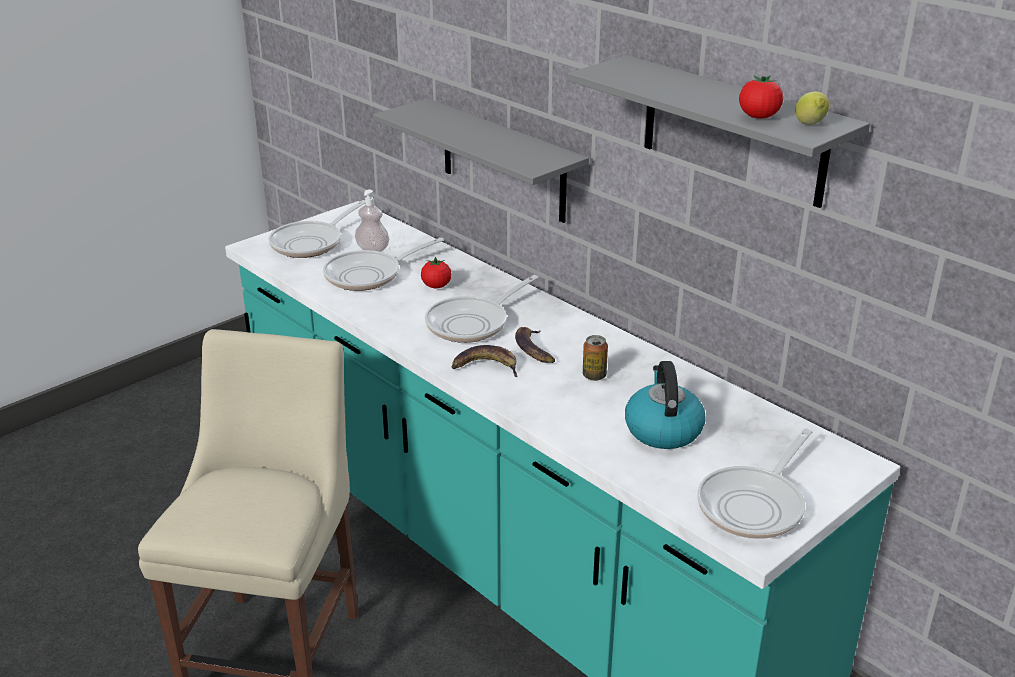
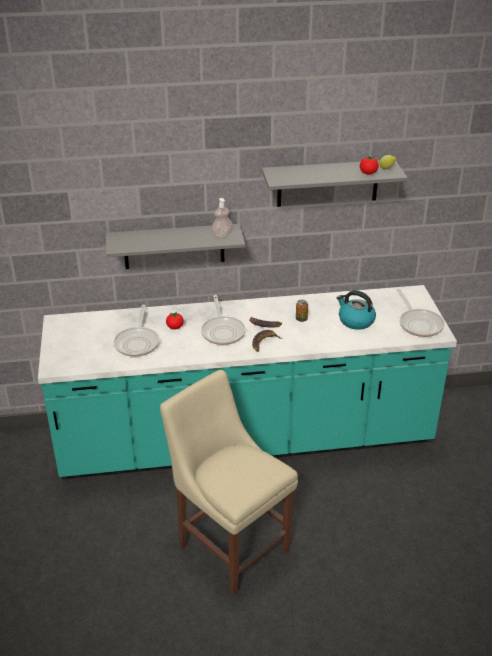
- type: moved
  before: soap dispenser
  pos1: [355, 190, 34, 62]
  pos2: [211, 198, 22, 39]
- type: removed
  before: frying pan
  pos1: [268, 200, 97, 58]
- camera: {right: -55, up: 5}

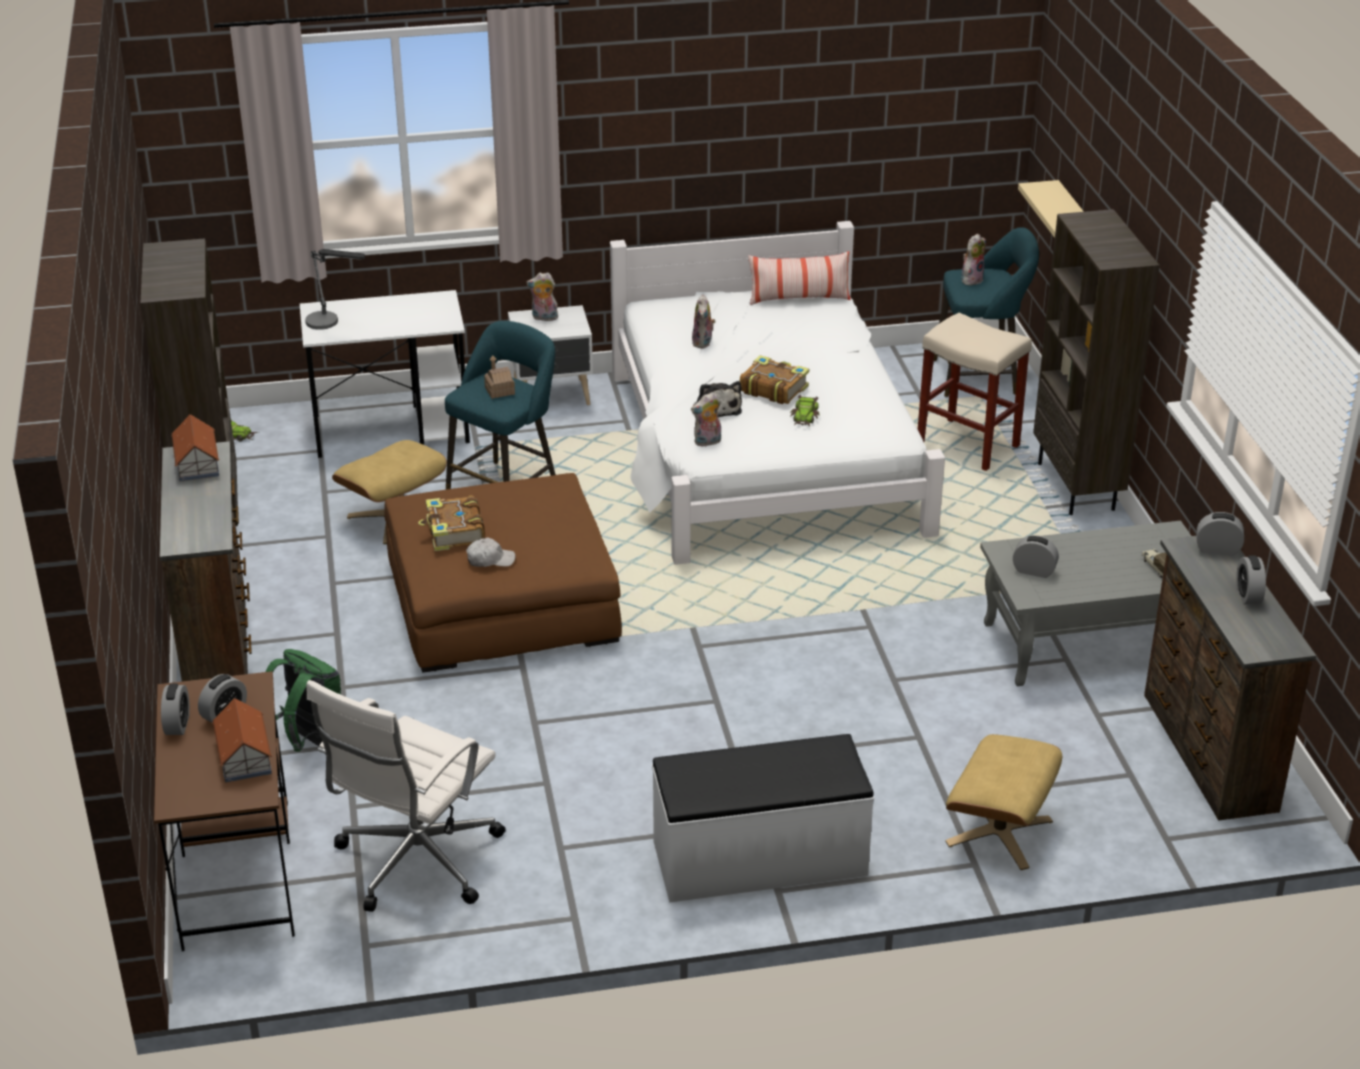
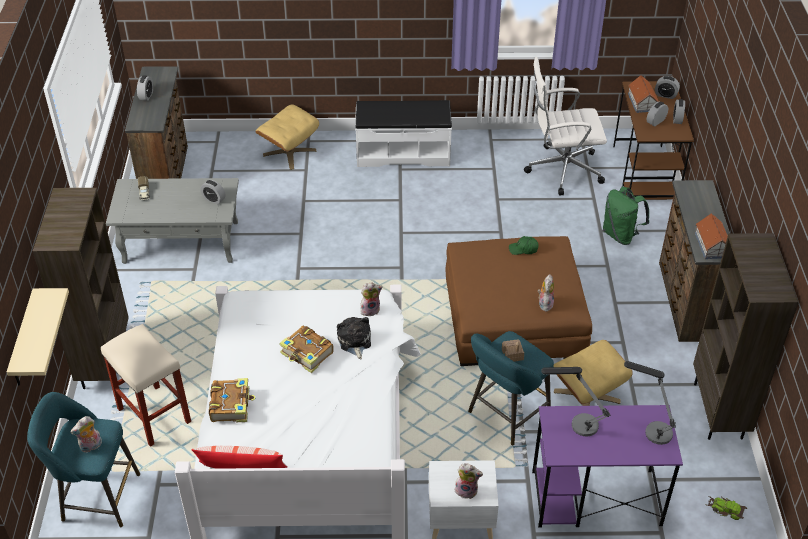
- type: moved
  before: book
  pos1: [418, 495, 67, 56]
  pos2: [209, 378, 46, 44]
- type: recoloured
  before: white cap
  after: green cap
  pos1: [466, 537, 49, 30]
  pos2: [509, 236, 29, 19]
- type: turned
  before: white office chair
  pos1: [306, 680, 200, 232]
  pos2: [524, 57, 83, 138]
  turn: -135
- type: recoloured
  before: white desk
  after: purple desk
  pos1: [300, 290, 170, 168]
  pos2: [532, 405, 151, 123]
- type: moved
  before: plush toy
  pos1: [692, 294, 24, 54]
  pos2: [538, 274, 16, 38]
- type: added
  after: table lamp
  pos2: [541, 367, 70, 69]
- type: moved
  before: alarm clock
  pos1: [1197, 512, 47, 44]
  pos2: [655, 76, 25, 23]
- type: removed
  before: toy car
  pos1: [790, 395, 30, 32]
- camera: {right: -170, up: 10}

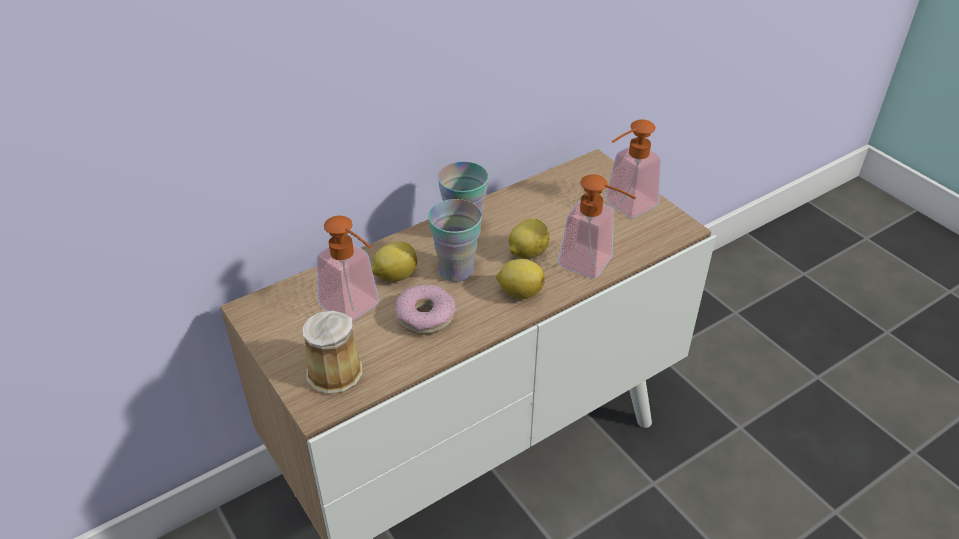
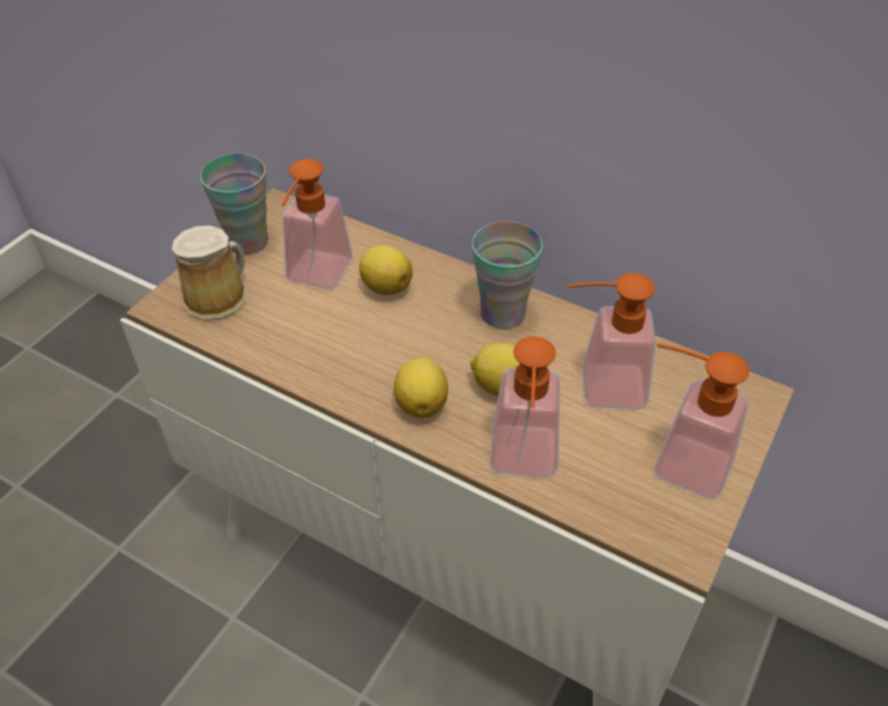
- type: moved
  before: cup
  pos1: [428, 199, 54, 83]
  pos2: [200, 154, 68, 101]
- type: added
  after: soap dispenser
  pos2: [568, 273, 88, 136]
- type: removed
  before: donut
  pos1: [395, 284, 60, 50]
- camera: {right: 65, up: 5}

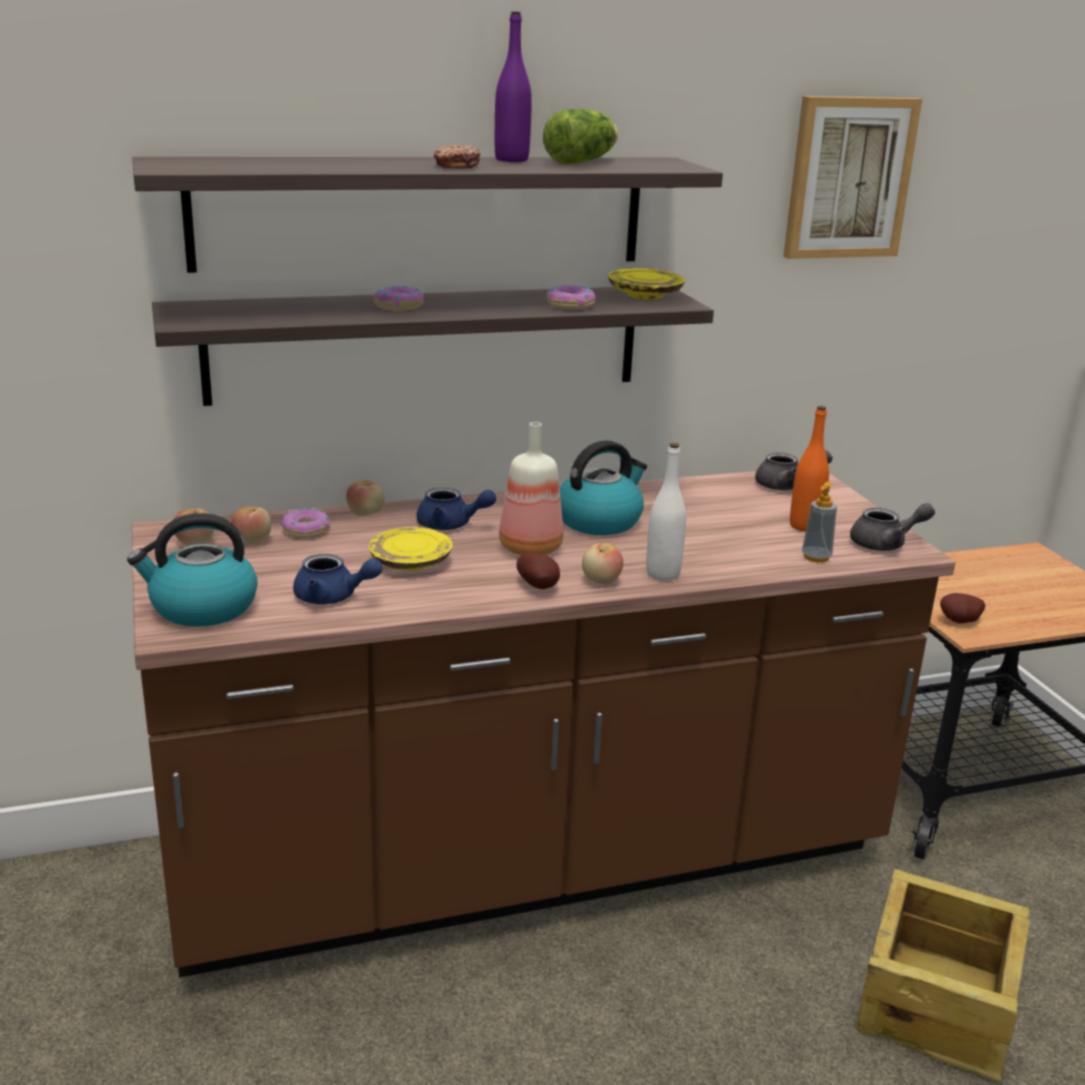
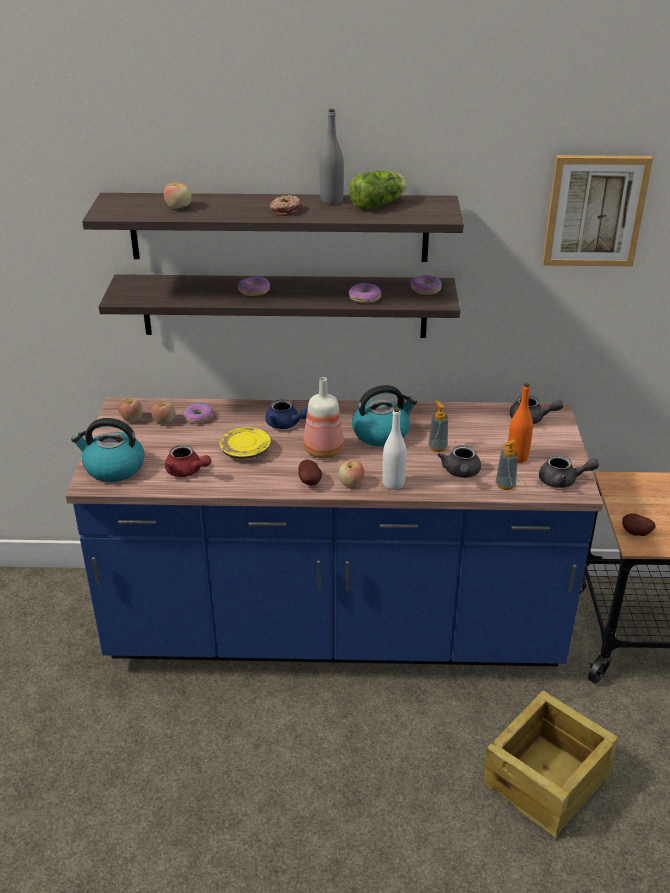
- type: recoloured
  before: brown counter
  after: blue counter
  pos1: [132, 471, 824, 507]
  pos2: [65, 398, 538, 268]
- type: moved
  before: apple
  pos1: [346, 480, 39, 36]
  pos2: [164, 183, 28, 26]
- type: recoloured
  before: blue teapot
  after: red teapot
  pos1: [293, 553, 89, 51]
  pos2: [165, 445, 46, 32]
- type: recoloured
  before: purple bottle
  after: grey bottle
  pos1: [495, 11, 37, 151]
  pos2: [320, 109, 24, 96]
- type: replaced
  before: yellow plate
  after: donut
  pos1: [608, 268, 77, 31]
  pos2: [410, 275, 32, 20]
- type: added
  after: soap dispenser
  pos2: [428, 400, 20, 52]
- type: added
  after: grey teapot
  pos2: [437, 445, 44, 33]
- camera: {right: 20, up: 10}

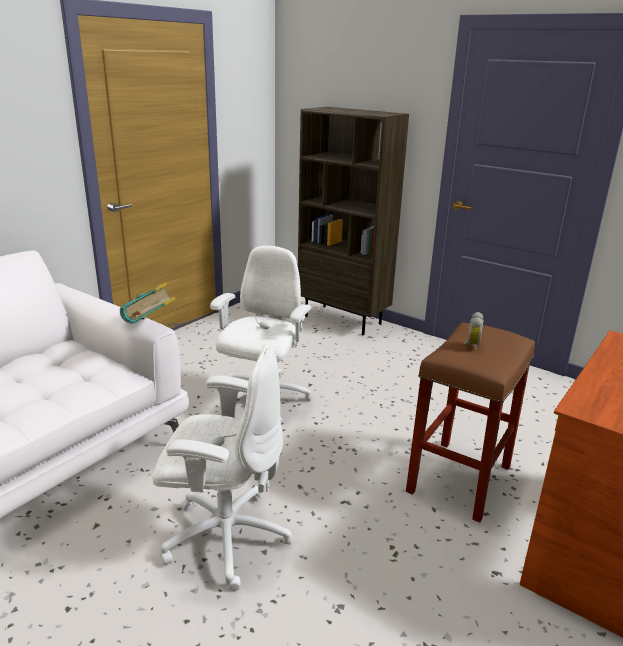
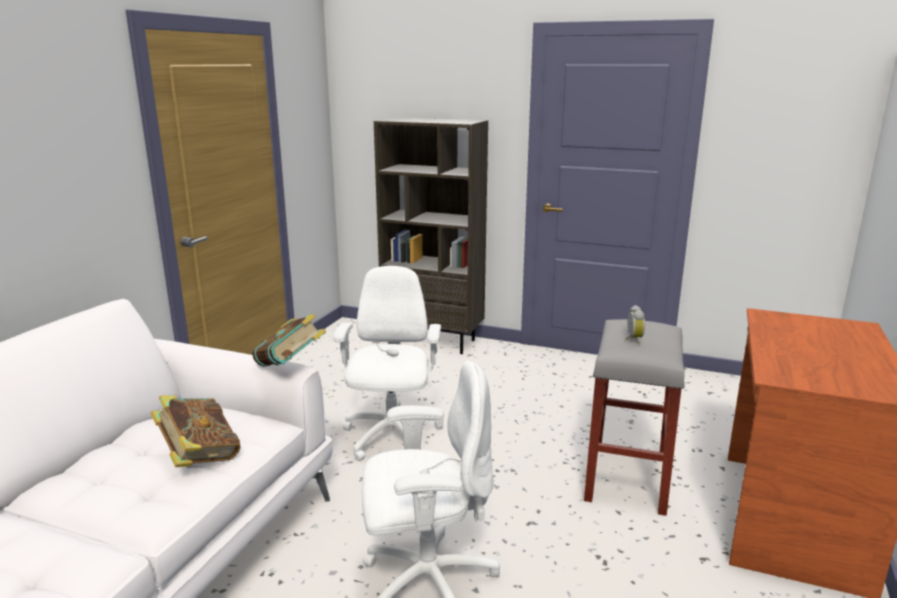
- type: added
  after: book
  pos2: [151, 396, 89, 71]
- type: recoloured
  before: brown stool
  after: grey stool
  pos1: [406, 322, 129, 201]
  pos2: [584, 319, 101, 197]
- camera: {right: -15, up: -5}

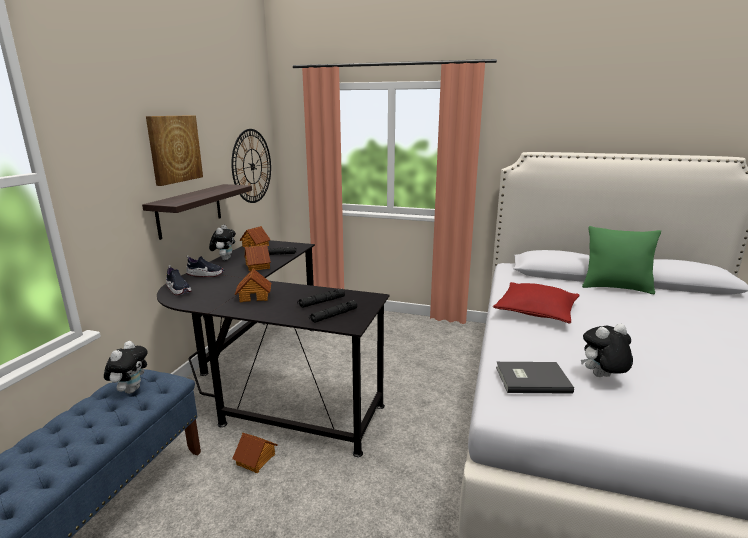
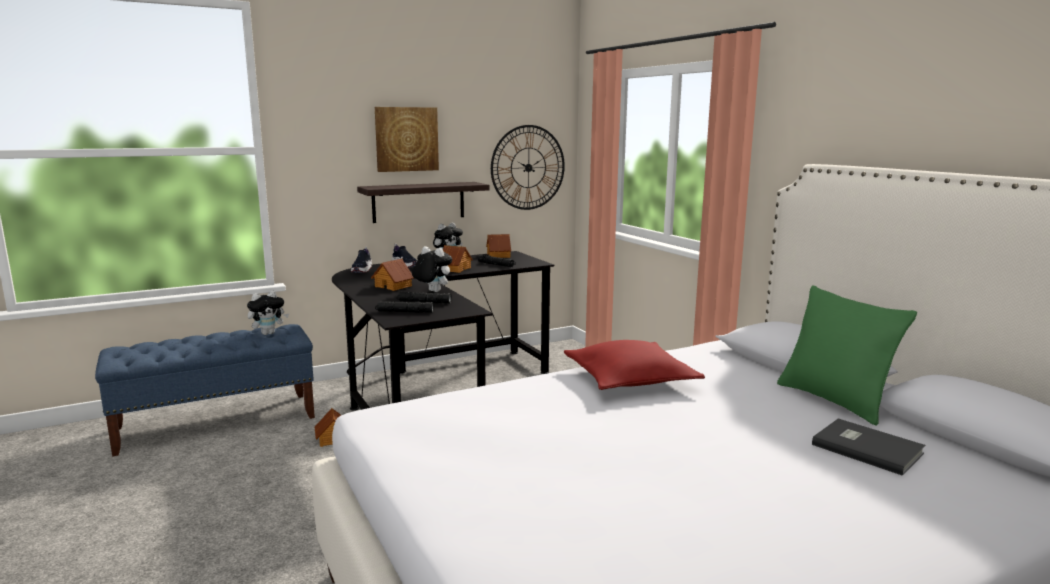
- type: moved
  before: plush toy
  pos1: [581, 324, 52, 53]
  pos2: [412, 246, 40, 46]
- type: moved
  before: grey book
  pos1: [496, 362, 78, 32]
  pos2: [812, 419, 113, 57]
- camera: {right: 45, up: -5}

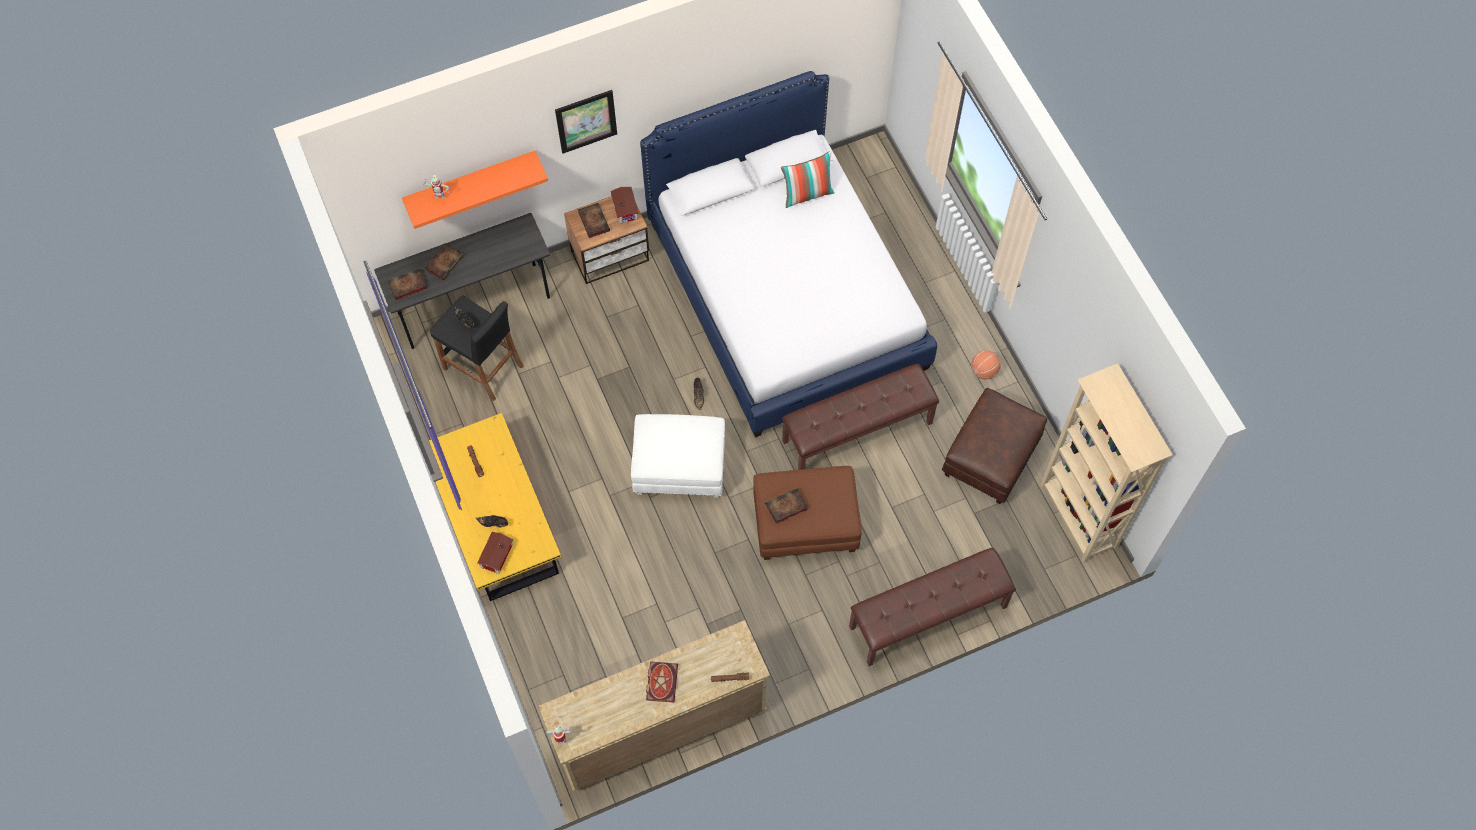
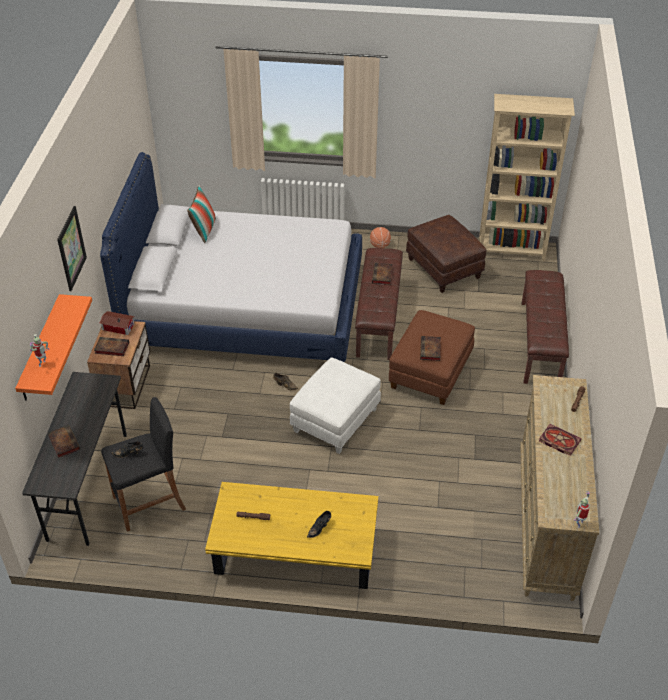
- type: moved
  before: book
  pos1: [387, 268, 41, 33]
  pos2: [372, 263, 21, 22]
- type: removed
  before: toy house
  pos1: [477, 532, 36, 42]
- camera: {right: -60, up: -20}

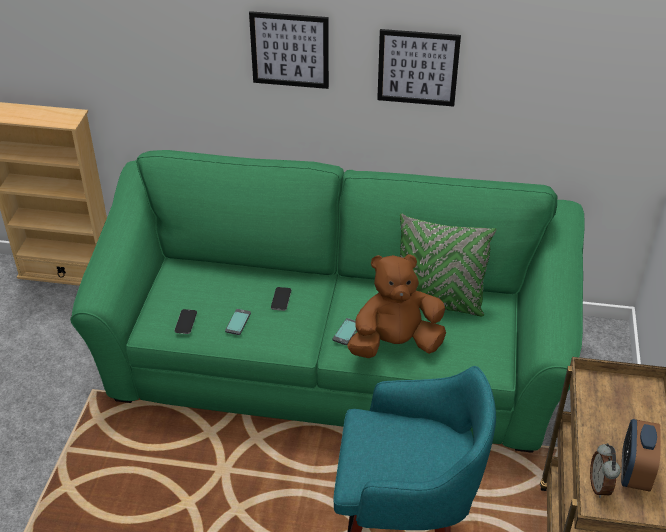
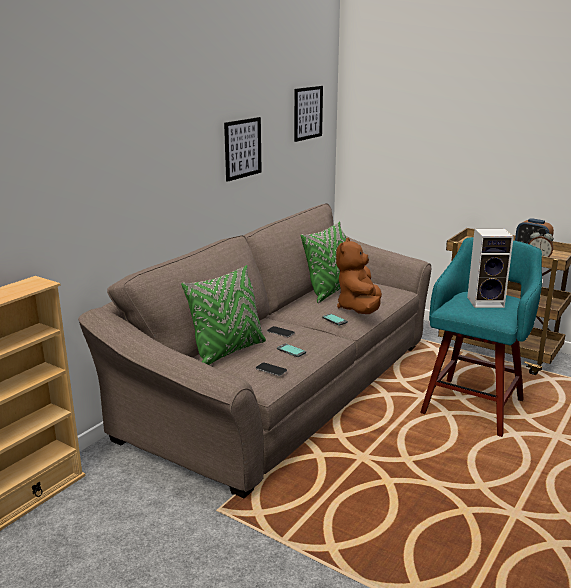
- type: recoloured
  before: green sofa
  after: brown sofa
  pos1: [70, 150, 515, 303]
  pos2: [78, 203, 353, 295]
- type: added
  after: green pillow
  pos2: [181, 265, 85, 100]
- type: moved
  before: picture
  pos1: [249, 11, 80, 78]
  pos2: [294, 86, 29, 56]
- type: added
  after: speaker
  pos2: [467, 229, 47, 79]
- camera: {right: -65, up: -20}

